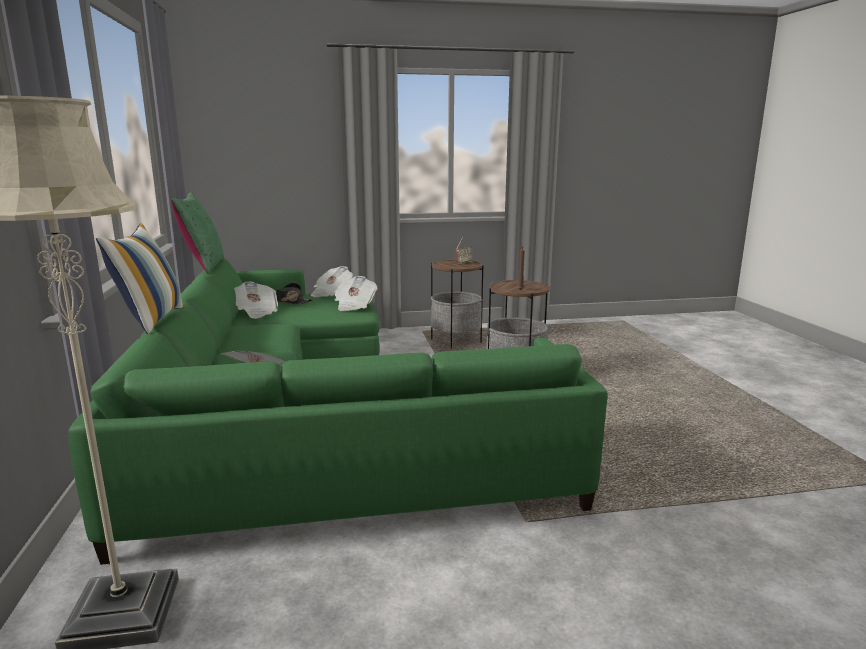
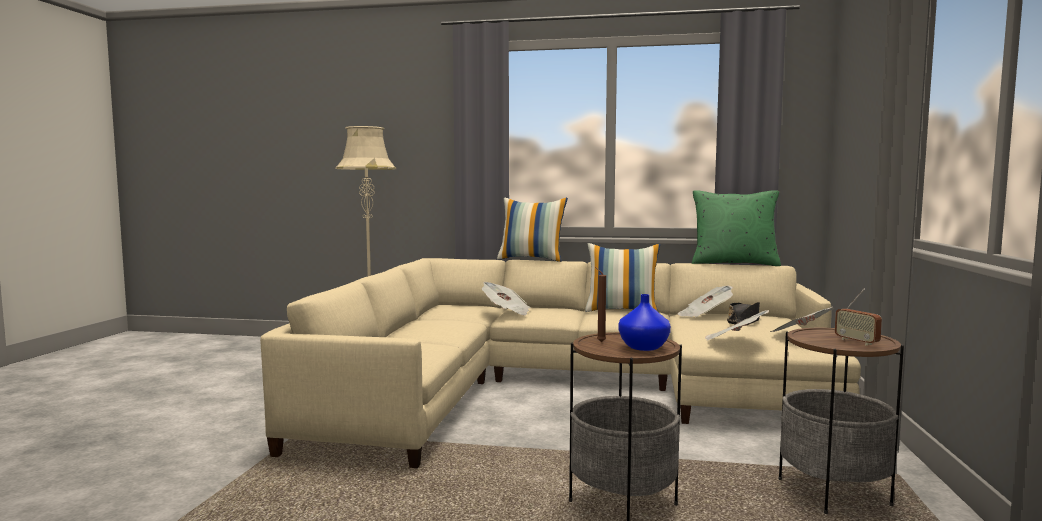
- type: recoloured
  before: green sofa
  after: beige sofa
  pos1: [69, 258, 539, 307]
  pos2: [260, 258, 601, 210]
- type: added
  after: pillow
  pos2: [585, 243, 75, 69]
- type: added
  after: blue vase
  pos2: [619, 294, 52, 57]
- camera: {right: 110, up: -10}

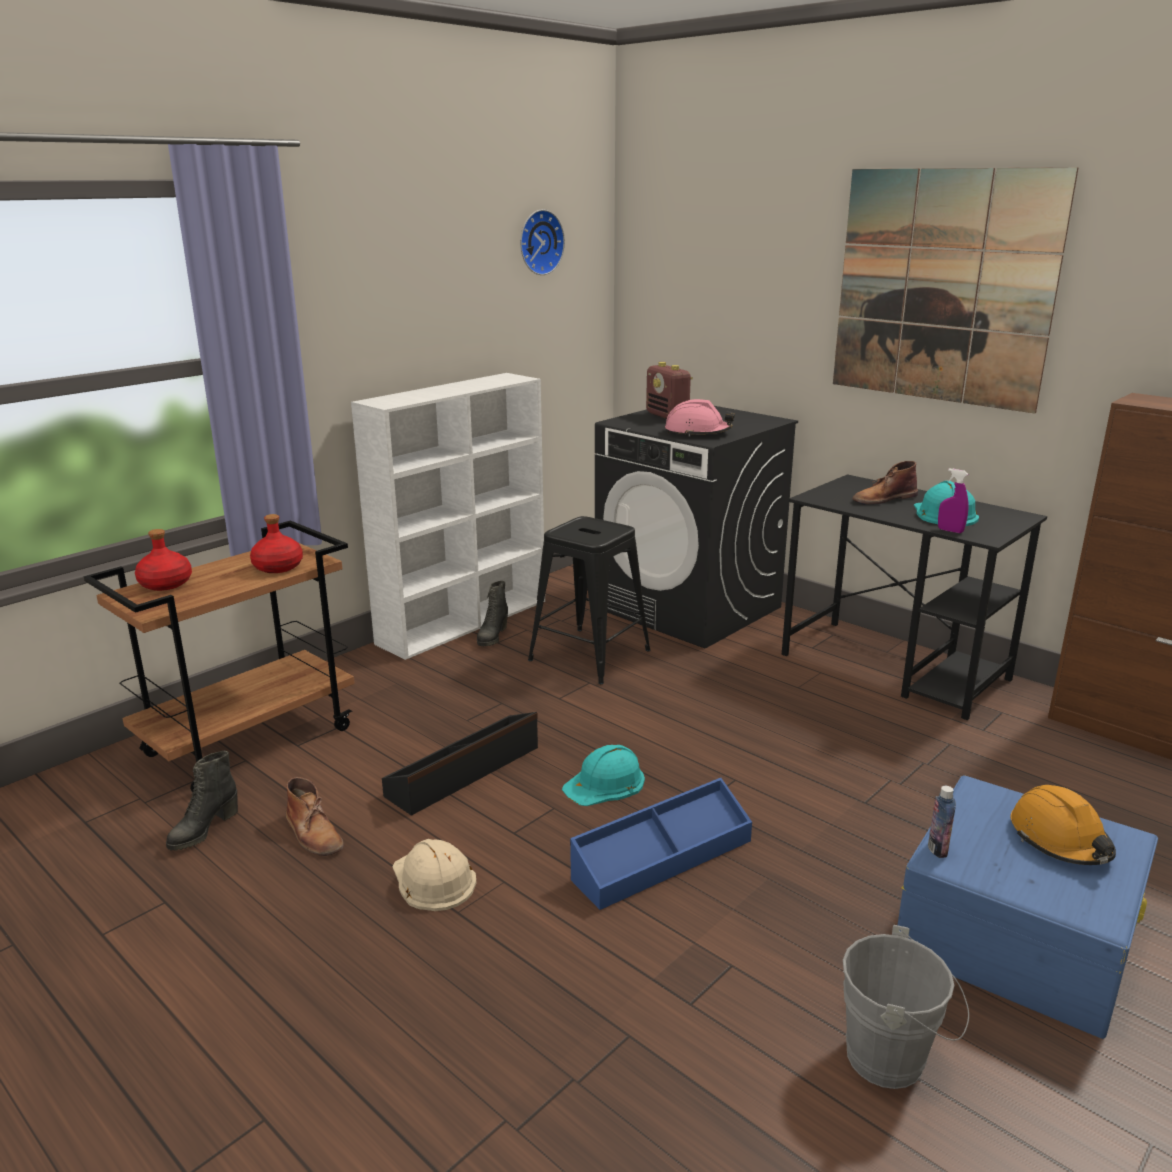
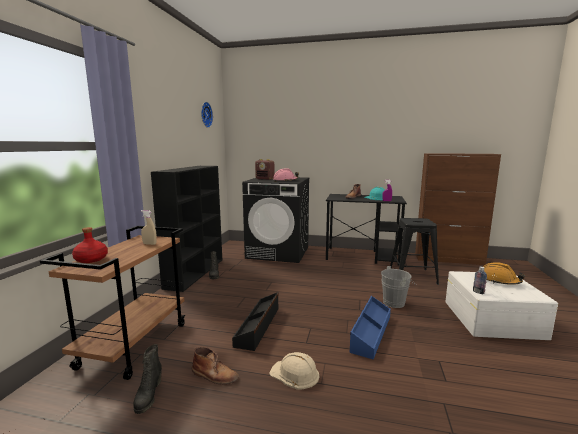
- type: replaced
  before: red bottle
  after: beige spray bottle
  pos1: [250, 514, 53, 59]
  pos2: [141, 210, 16, 35]
- type: recoloured
  before: white bookcase
  after: black bookcase
  pos1: [351, 373, 194, 287]
  pos2: [151, 166, 71, 126]
- type: moved
  before: grey bucket
  pos1: [843, 925, 126, 164]
  pos2: [381, 266, 36, 42]
- type: moved
  before: black stool
  pos1: [528, 516, 122, 168]
  pos2: [390, 218, 49, 67]
- type: recoloured
  before: blue storage box
  after: white storage box
  pos1: [898, 775, 260, 264]
  pos2: [445, 271, 113, 69]
- type: removed
  before: turquoise hard hat
  pos1: [562, 745, 83, 61]
- type: removed
  before: picture
  pos1: [833, 167, 246, 247]
- camera: {right: -30, up: -10}

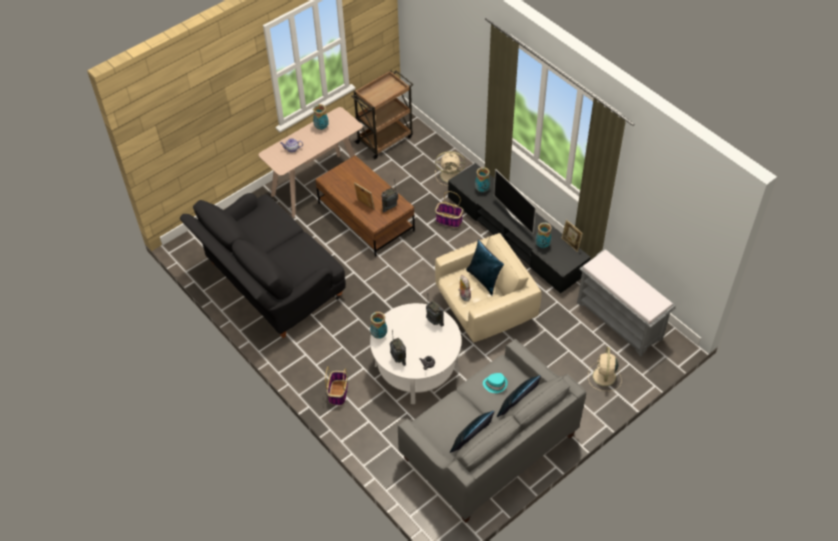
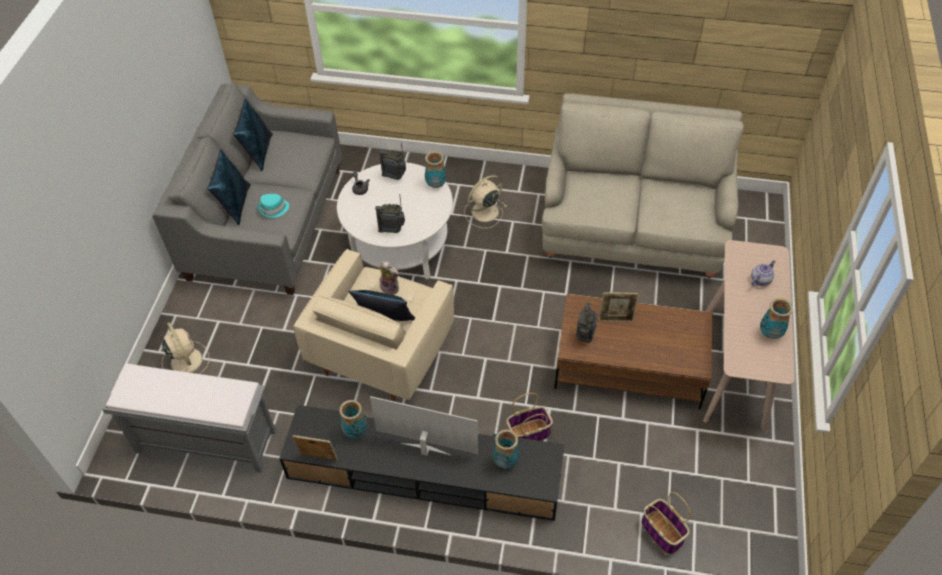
- type: moved
  before: beige fan
  pos1: [435, 151, 30, 35]
  pos2: [464, 175, 43, 53]
- type: recoloured
  before: black sofa
  after: beige sofa
  pos1: [180, 193, 166, 145]
  pos2: [542, 94, 202, 184]
- type: moved
  before: basket
  pos1: [325, 366, 23, 39]
  pos2: [642, 492, 49, 63]
- type: removed
  before: brown cart
  pos1: [351, 70, 62, 89]
- camera: {right: 140, up: 0}

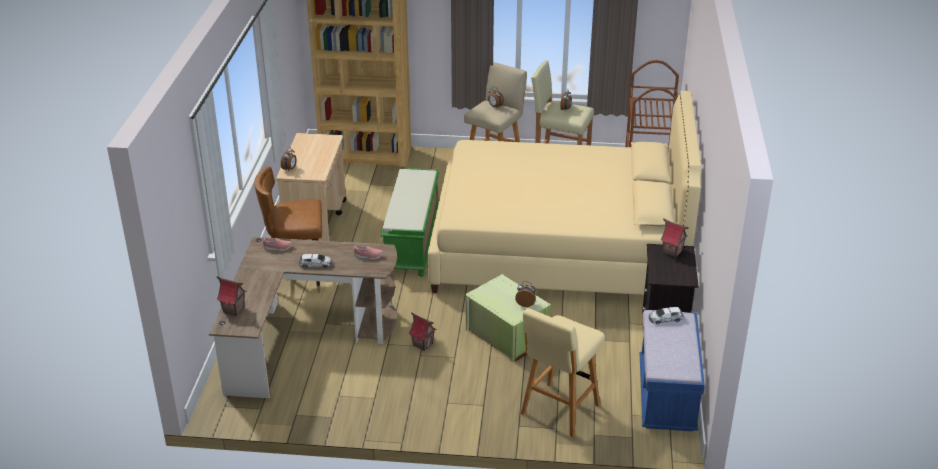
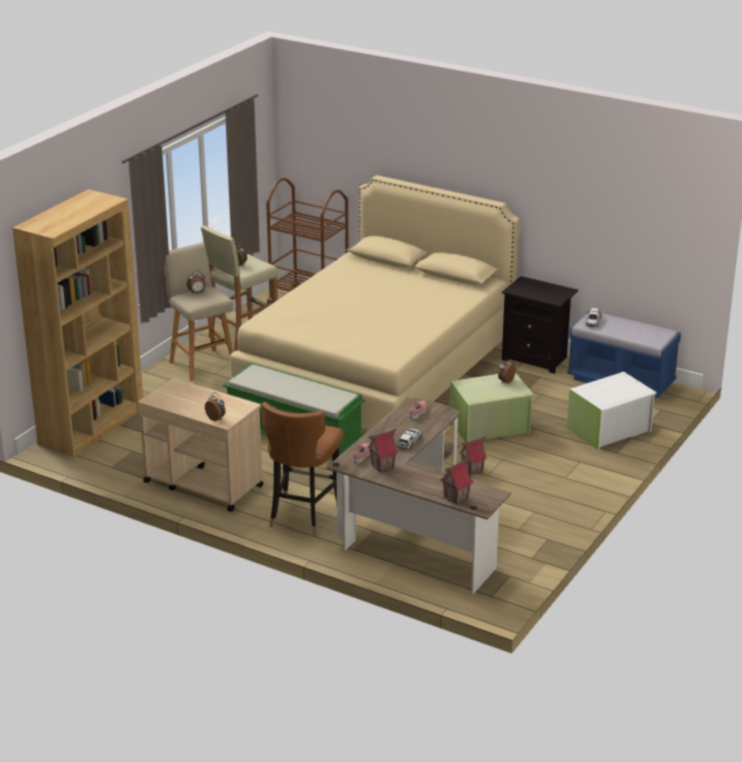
- type: moved
  before: toy house
  pos1: [661, 218, 28, 40]
  pos2: [367, 428, 31, 44]
- type: replaced
  before: beige stool
  after: white storage box
  pos1: [521, 308, 84, 129]
  pos2: [567, 372, 90, 78]
- camera: {right: -65, up: -5}

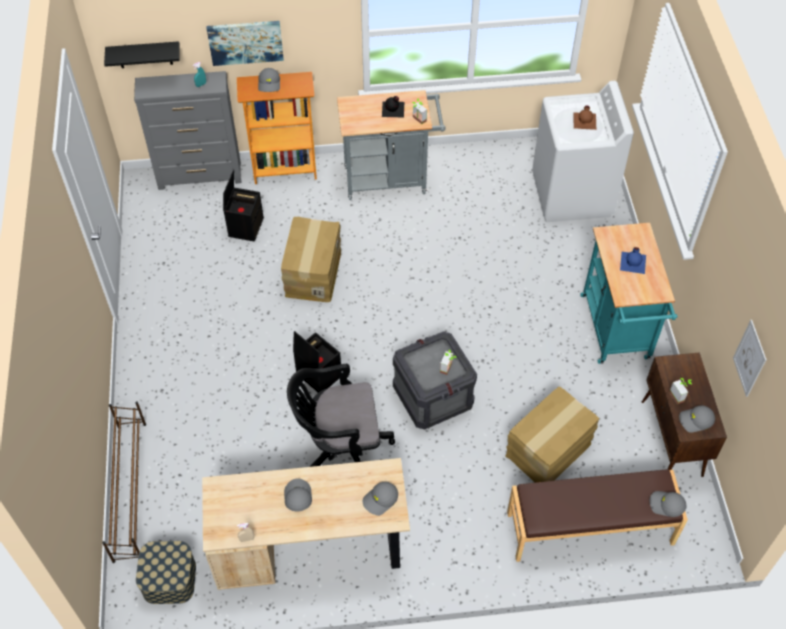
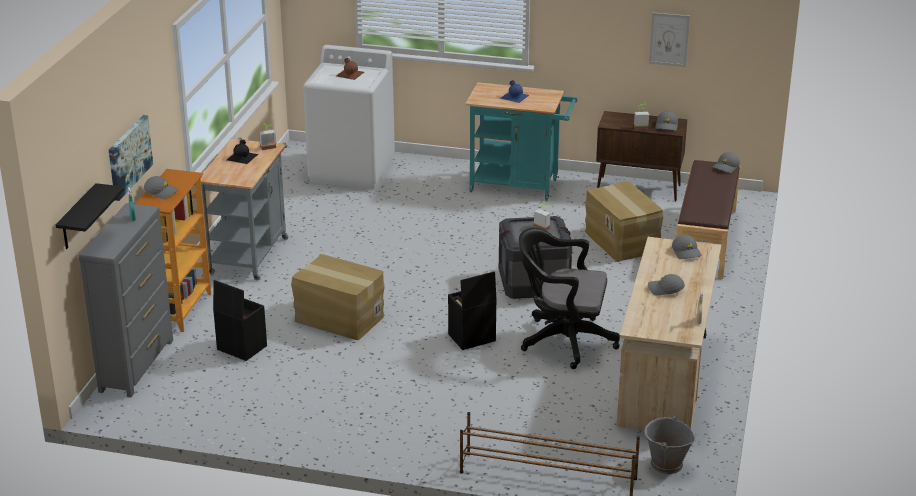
- type: turned
  before: black office chair
  pos1: [287, 364, 108, 103]
  pos2: [519, 228, 101, 141]
  turn: 90
- type: replaced
  before: storage box
  after: grey bucket
  pos1: [136, 541, 60, 63]
  pos2: [644, 415, 51, 59]
- camera: {right: -70, up: -25}

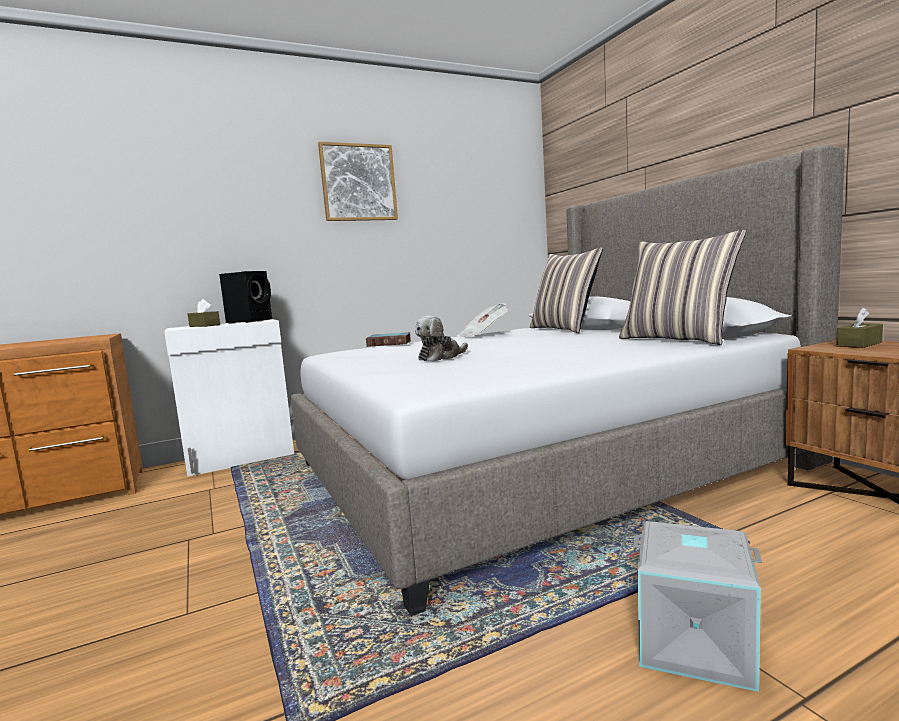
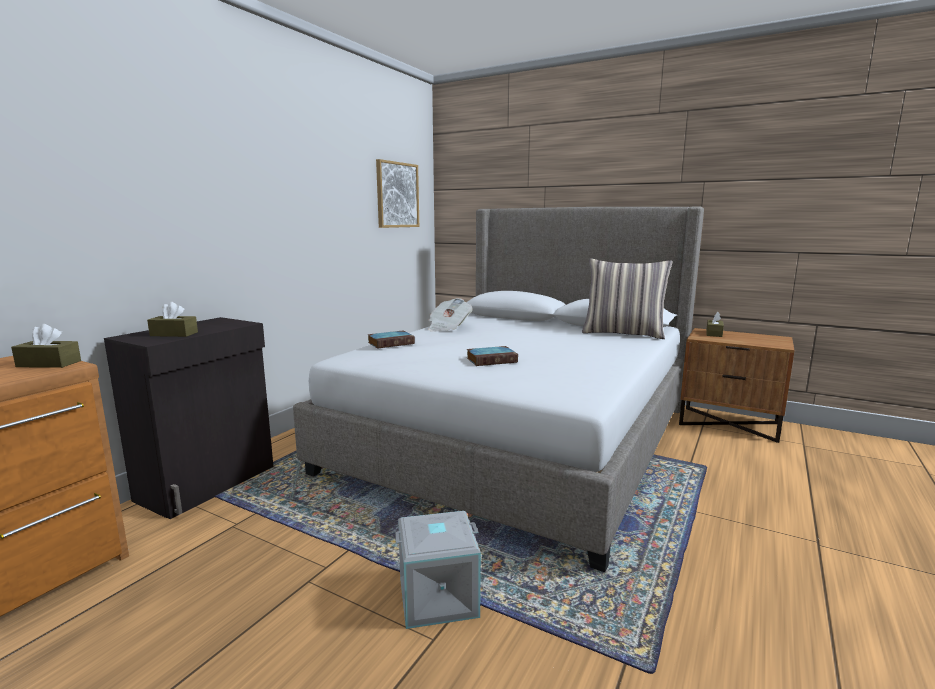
- type: added
  after: brown tissue box
  pos2: [11, 324, 70, 44]
- type: recoloured
  before: white cabinet
  after: black cabinet
  pos1: [164, 319, 130, 157]
  pos2: [104, 317, 170, 202]
- type: moved
  before: picture
  pos1: [318, 142, 80, 79]
  pos2: [376, 159, 43, 69]
- type: moved
  before: grey storage box
  pos1: [633, 521, 129, 171]
  pos2: [395, 511, 86, 118]
- type: replaced
  before: plush toy
  after: book
  pos1: [415, 316, 53, 45]
  pos2: [467, 346, 51, 20]
- type: removed
  before: black speaker
  pos1: [219, 271, 53, 52]
- type: removed
  before: pillow
  pos1: [530, 247, 73, 86]
- camera: {right: -35, up: 5}

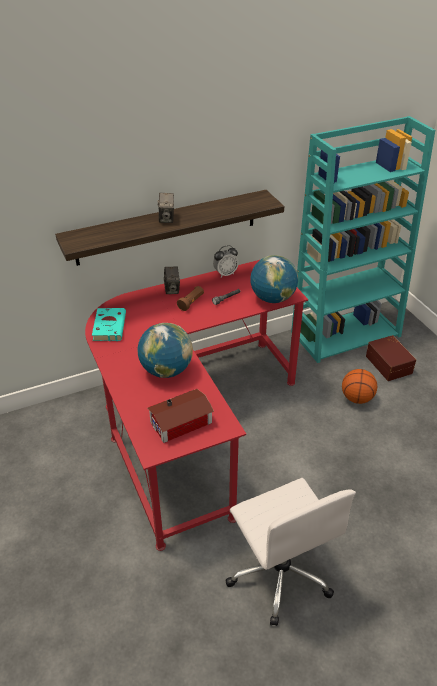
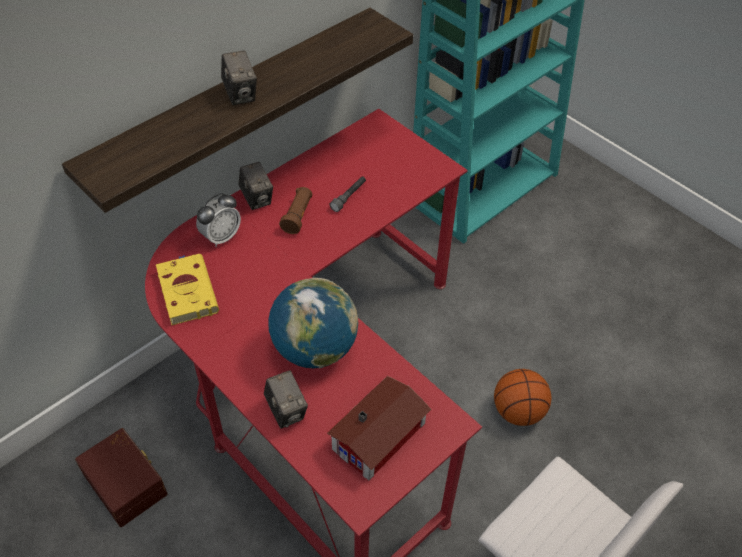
- type: moved
  before: brown storage box
  pos1: [366, 335, 50, 46]
  pos2: [75, 428, 93, 99]
- type: recoloured
  before: turquoise book
  after: yellow book
  pos1: [92, 308, 34, 33]
  pos2: [156, 254, 63, 71]
- type: moved
  before: alarm clock
  pos1: [213, 245, 25, 33]
  pos2: [196, 193, 45, 54]
- type: added
  after: photo camera
  pos2: [264, 370, 44, 59]
- type: moved
  before: basketball
  pos1: [342, 369, 35, 35]
  pos2: [494, 369, 58, 57]
- type: removed
  before: globe
  pos1: [250, 255, 48, 48]
- camera: {right: -20, up: 10}

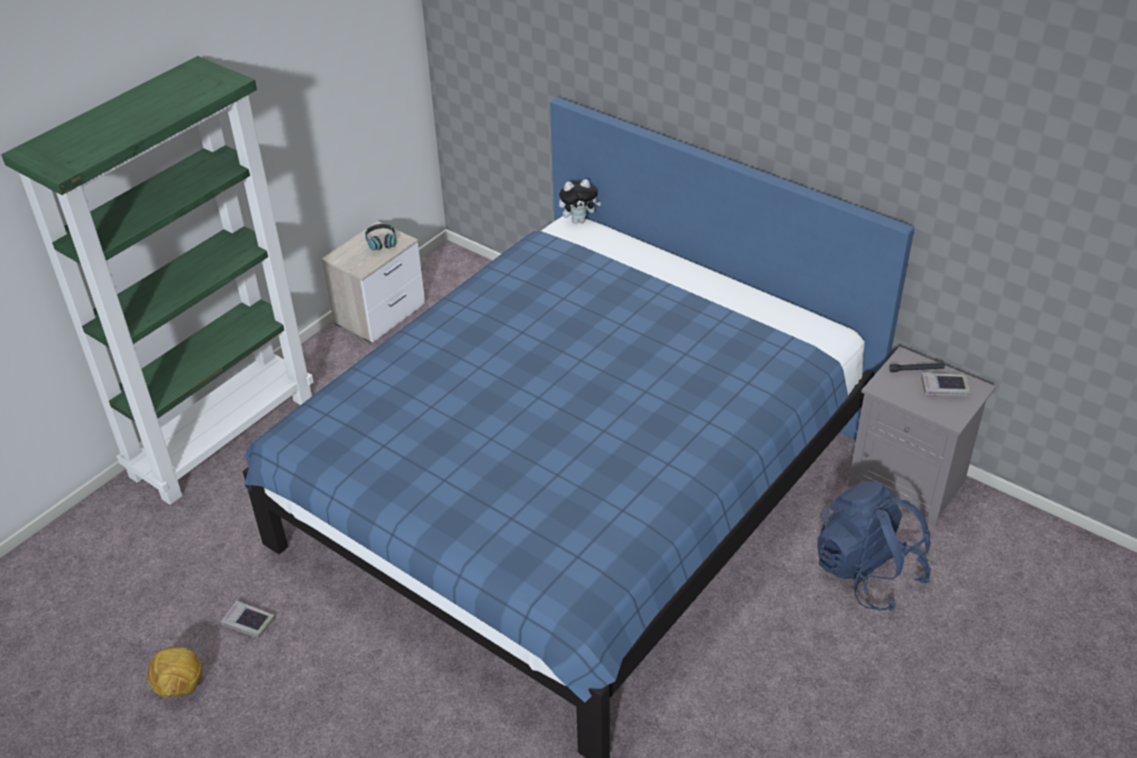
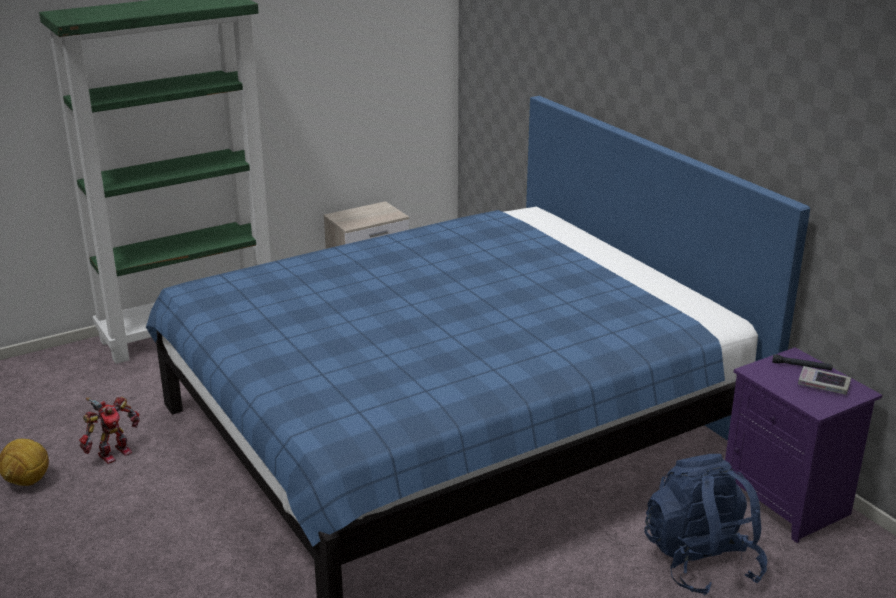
- type: replaced
  before: book
  after: toy robot
  pos1: [221, 601, 54, 37]
  pos2: [79, 397, 61, 67]
- type: recoloured
  before: grey nightstand
  after: purple nightstand
  pos1: [848, 347, 148, 180]
  pos2: [725, 347, 157, 196]
- type: removed
  before: headphones
  pos1: [365, 224, 32, 26]
- type: removed
  before: plush toy
  pos1: [559, 179, 41, 45]
- camera: {right: 20, up: -15}

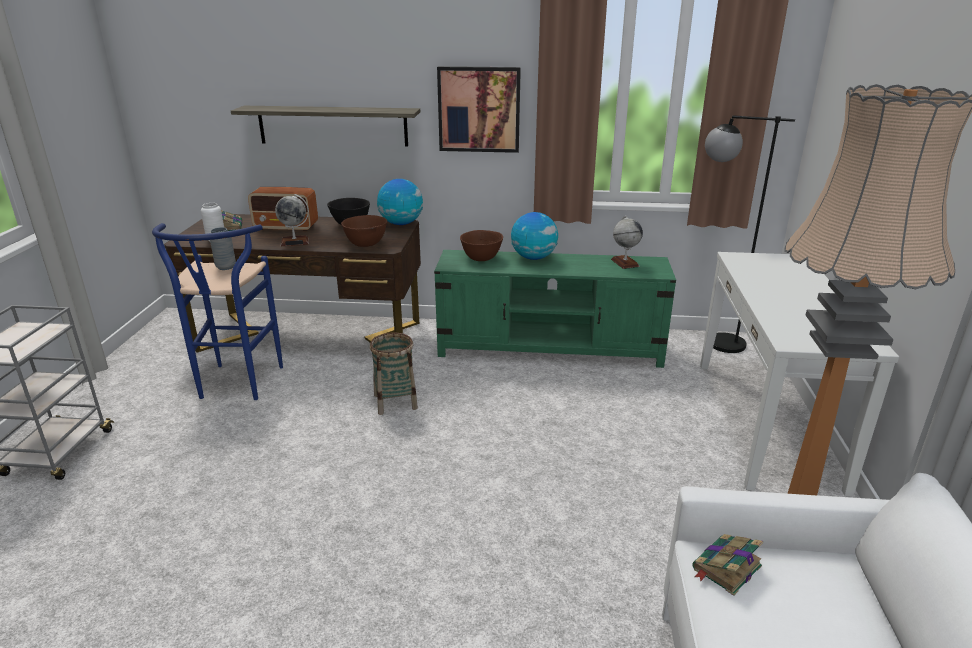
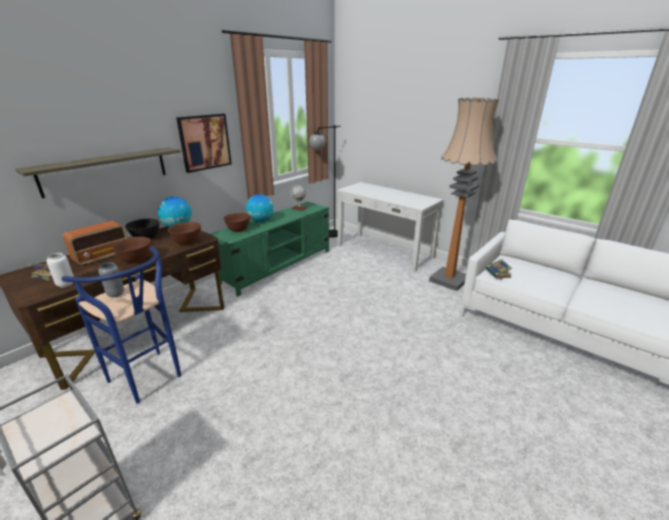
- type: replaced
  before: globe
  after: brown bowl
  pos1: [275, 194, 34, 52]
  pos2: [112, 237, 39, 26]
- type: removed
  before: basket
  pos1: [370, 332, 48, 83]
- camera: {right: -55, up: 0}

